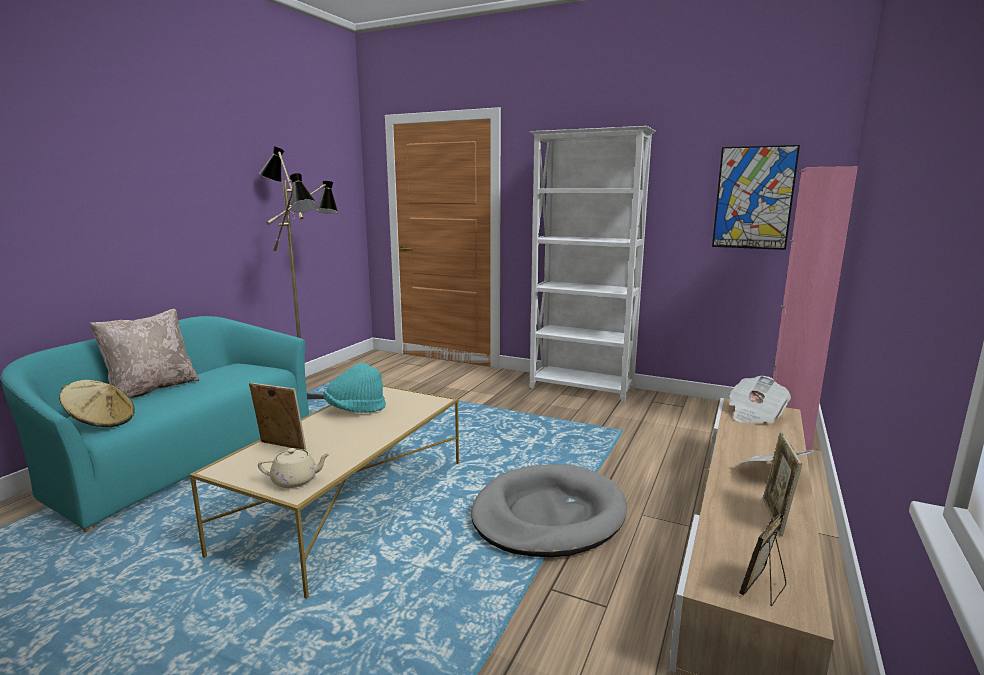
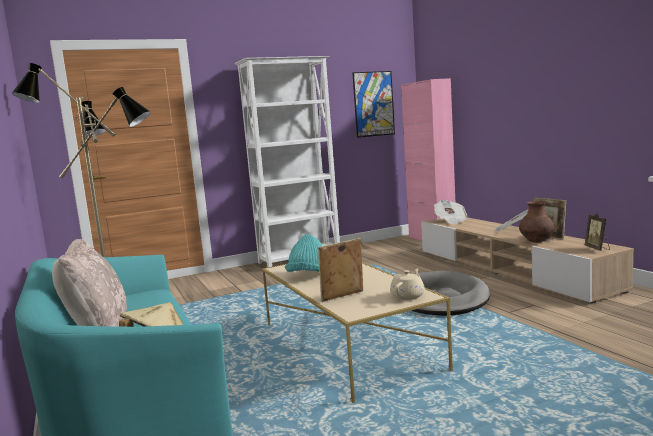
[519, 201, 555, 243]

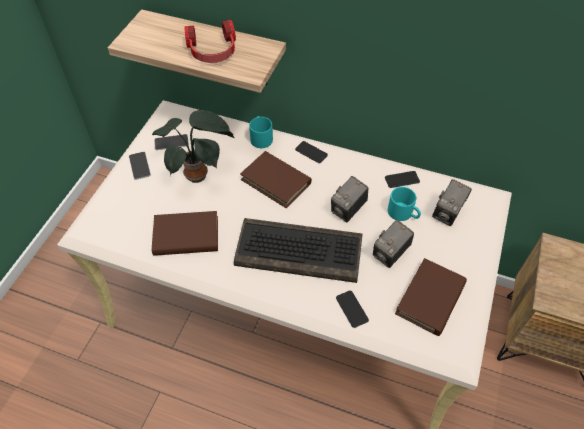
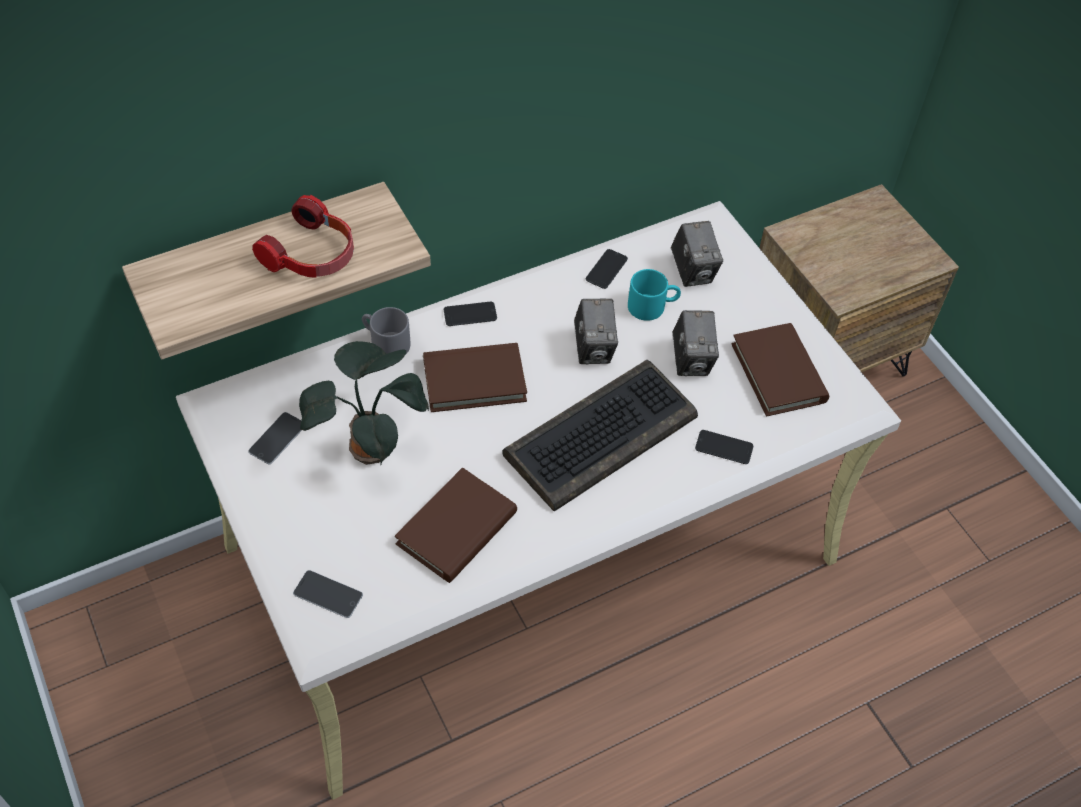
[293, 570, 363, 618]
[362, 307, 411, 354]

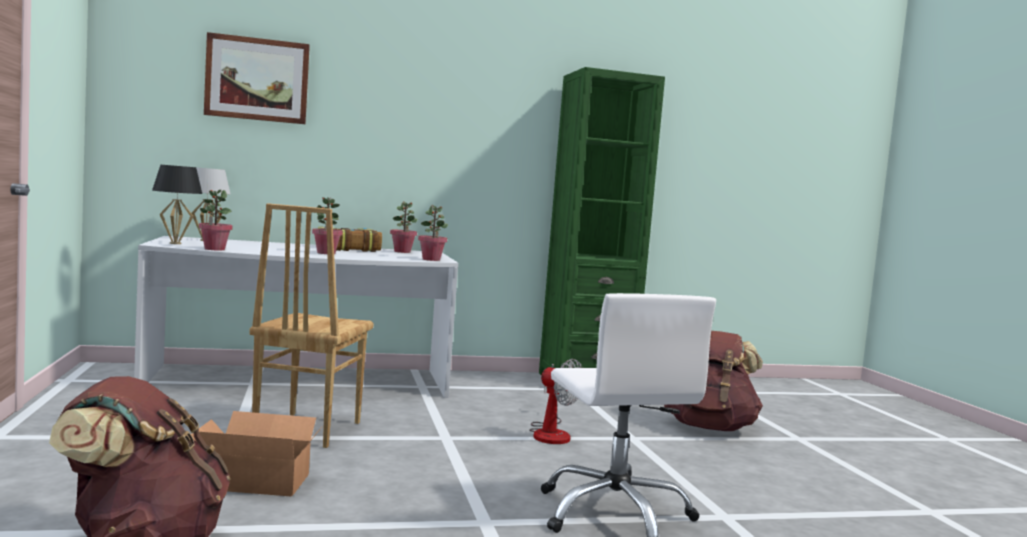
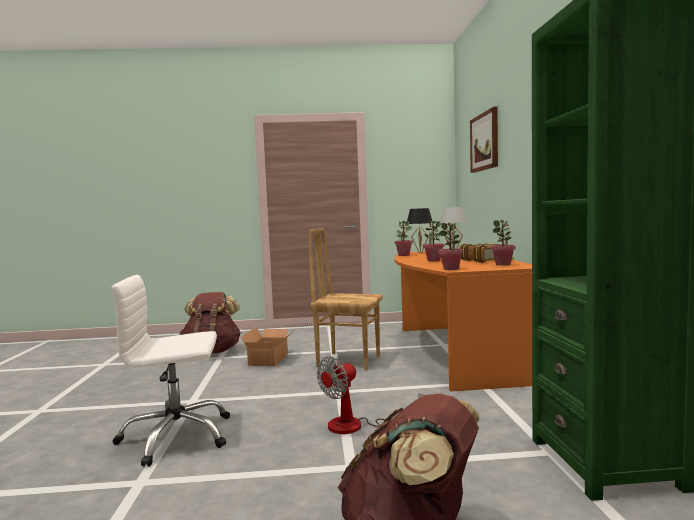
[394, 251, 532, 392]

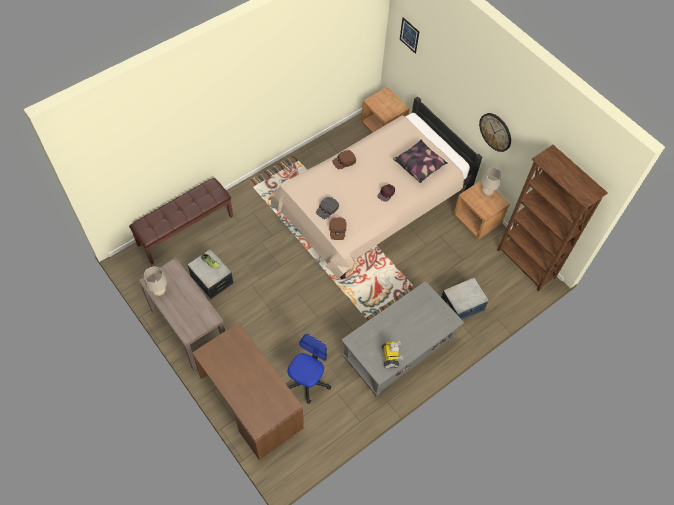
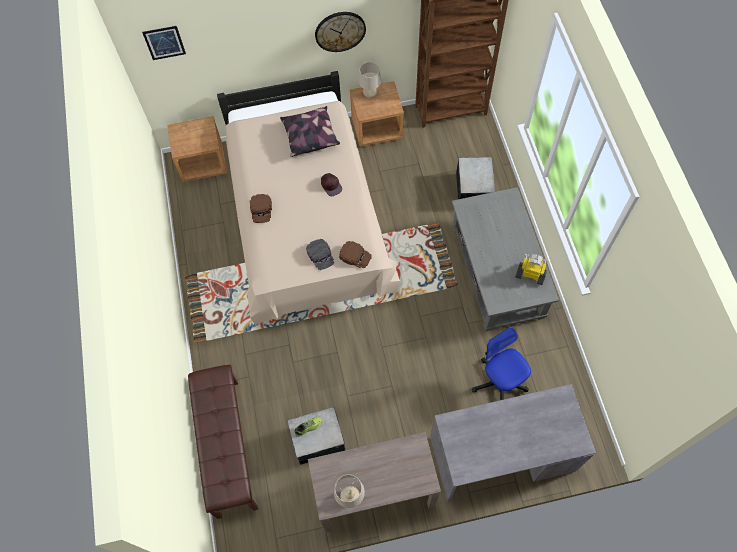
[430, 384, 596, 502]

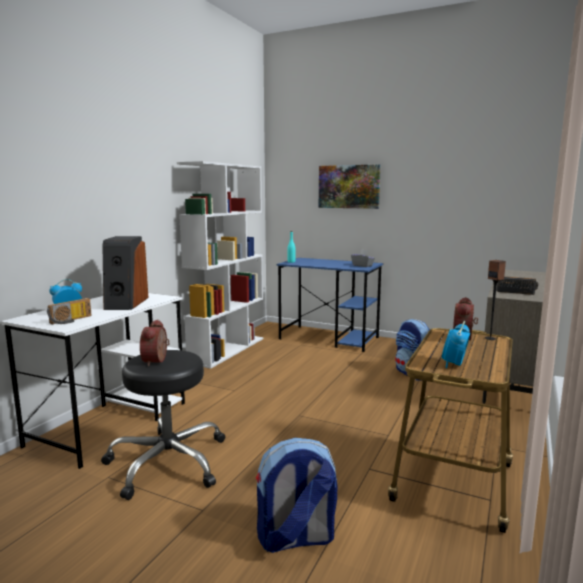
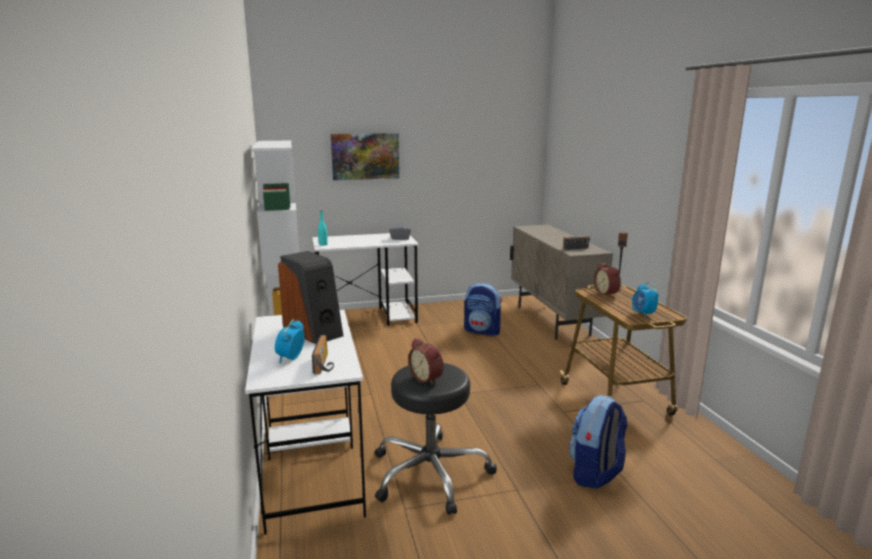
[312, 233, 419, 326]

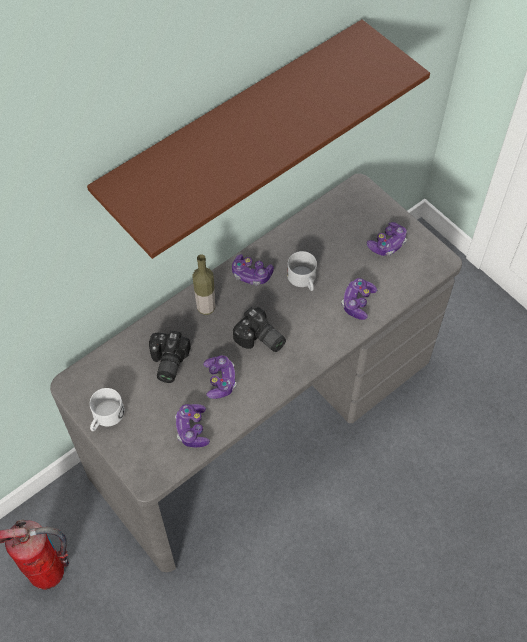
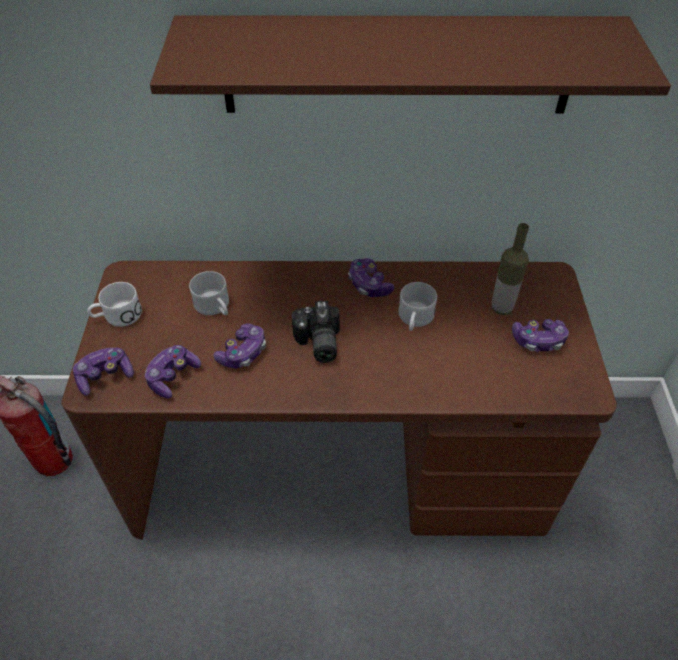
[61, 261, 617, 540]
[73, 348, 134, 395]
[189, 271, 229, 315]
[491, 223, 529, 315]

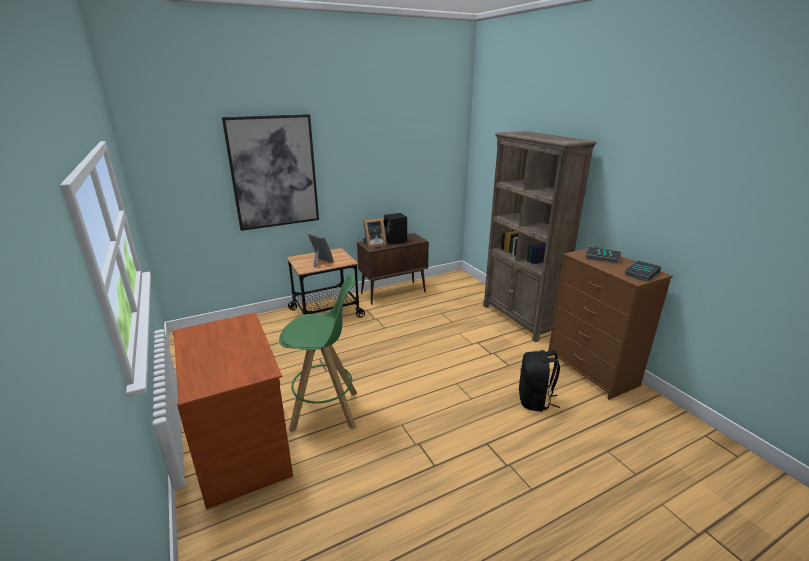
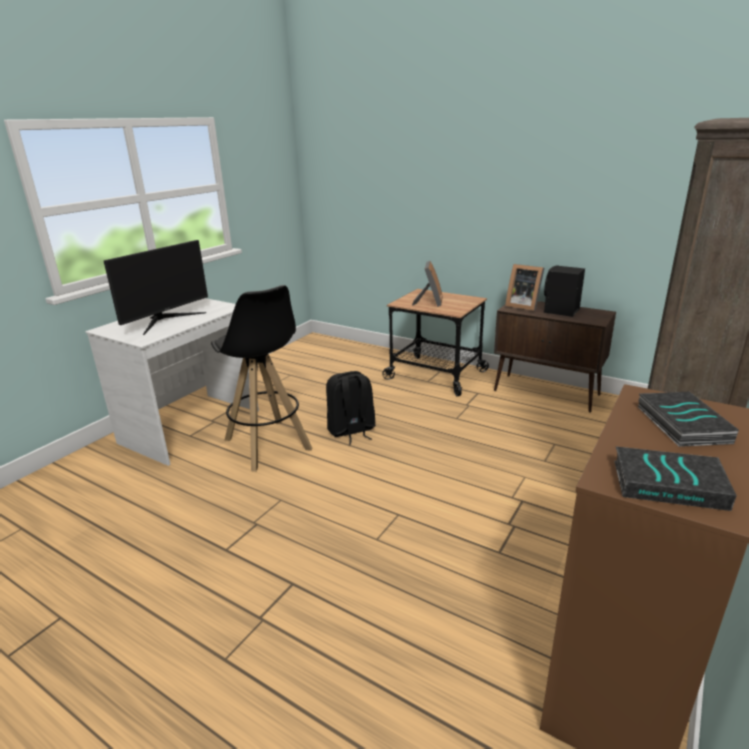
[85, 298, 259, 466]
[103, 240, 208, 335]
[211, 285, 312, 472]
[326, 371, 376, 445]
[222, 114, 319, 231] (first image)

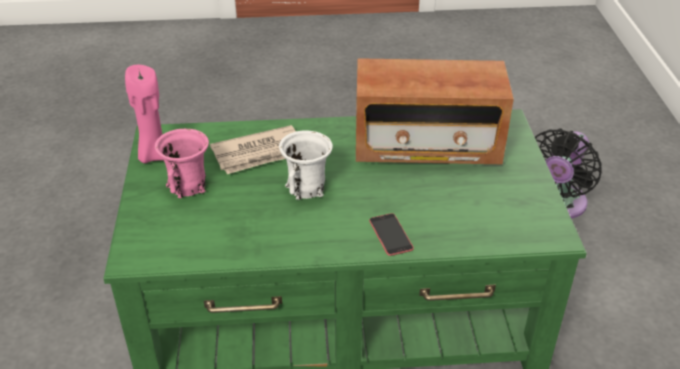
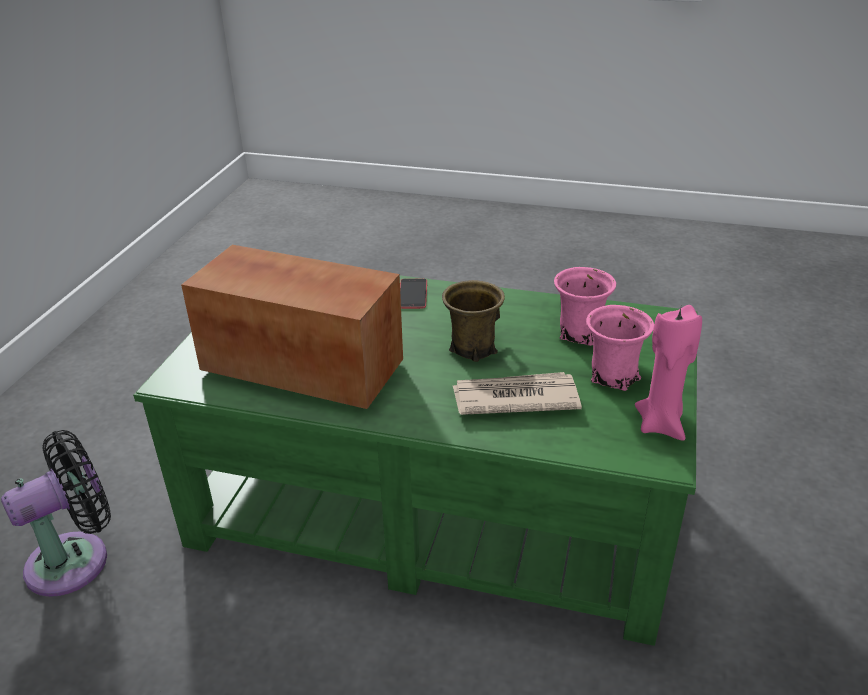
[442, 280, 505, 362]
[554, 267, 616, 346]

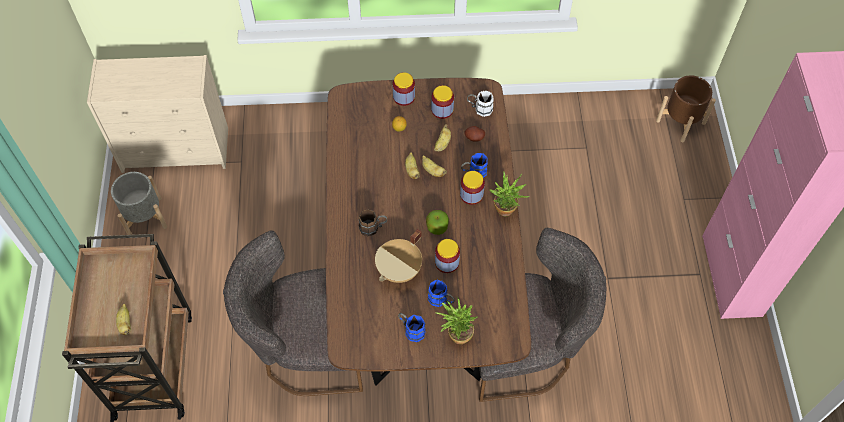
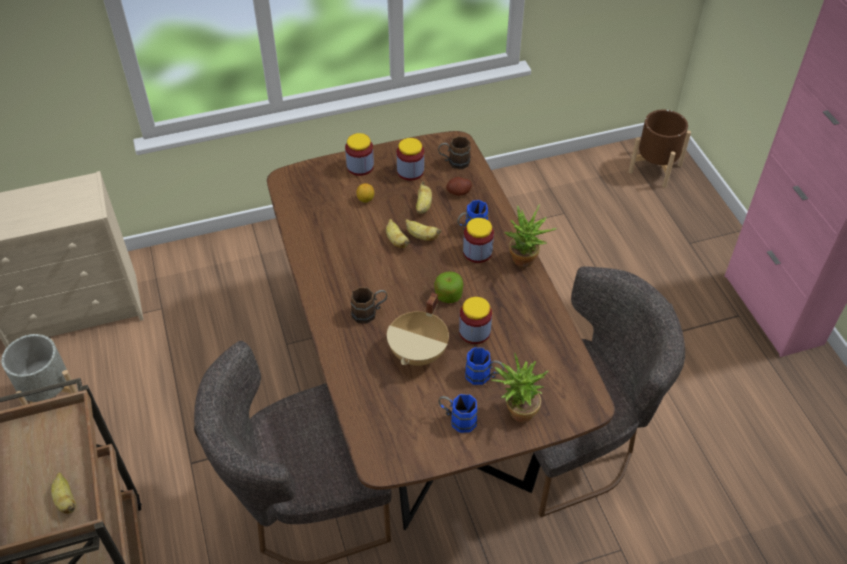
[438, 136, 471, 169]

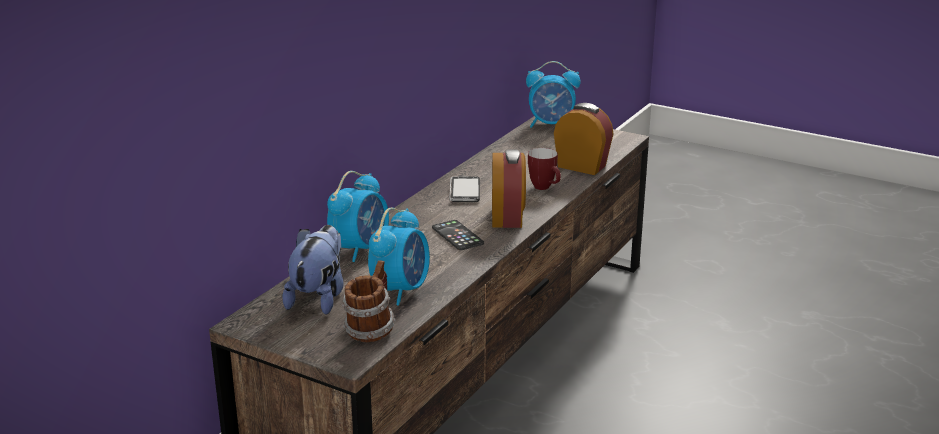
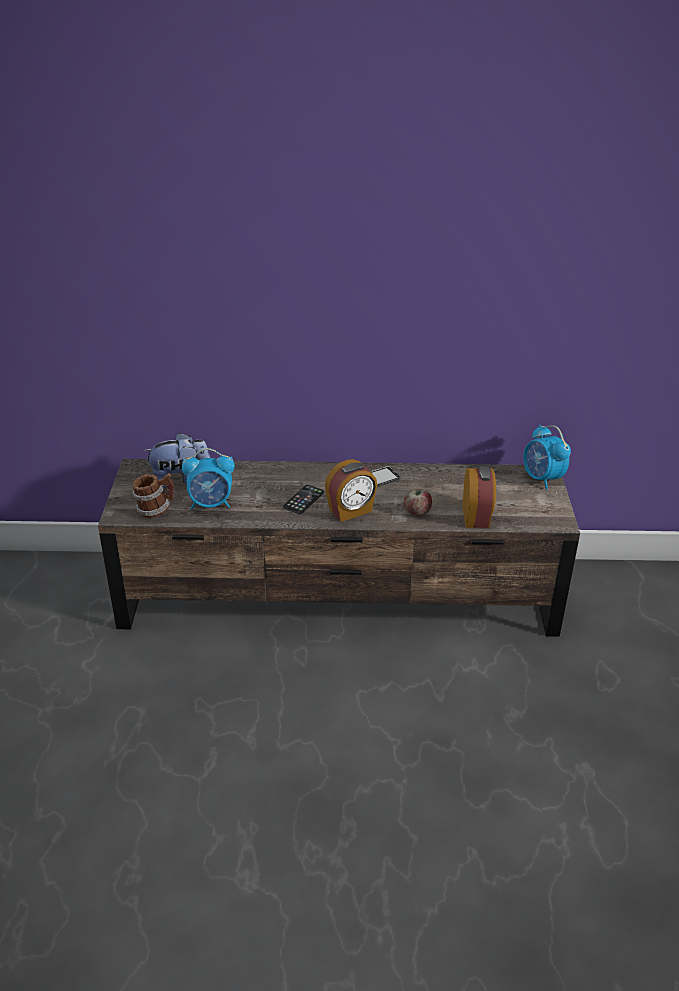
[404, 489, 432, 516]
[327, 171, 389, 262] (first image)

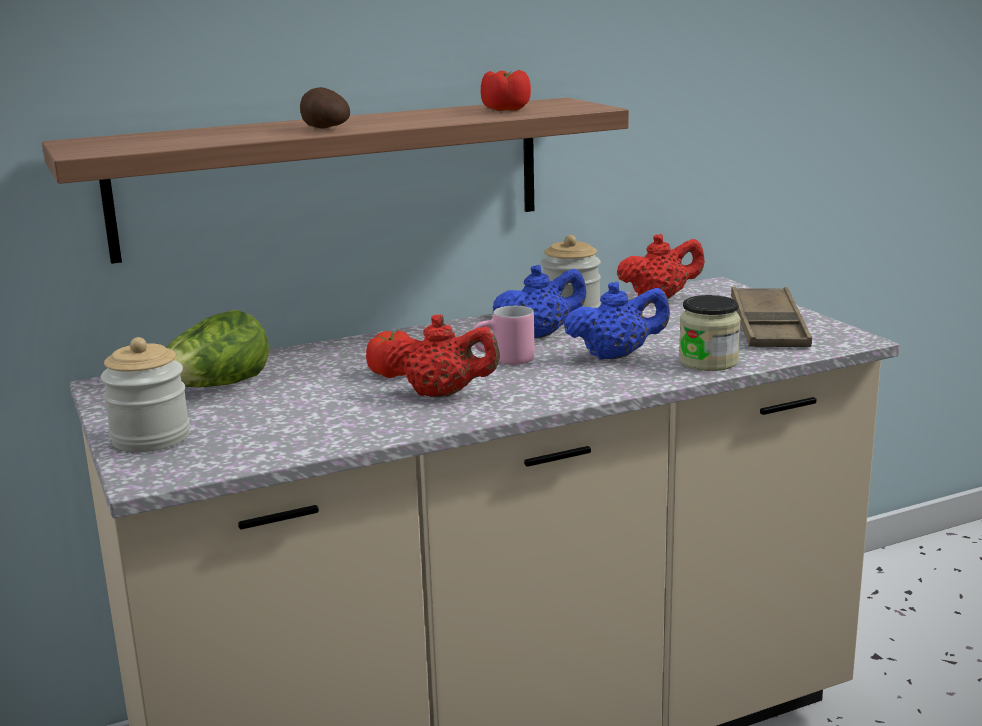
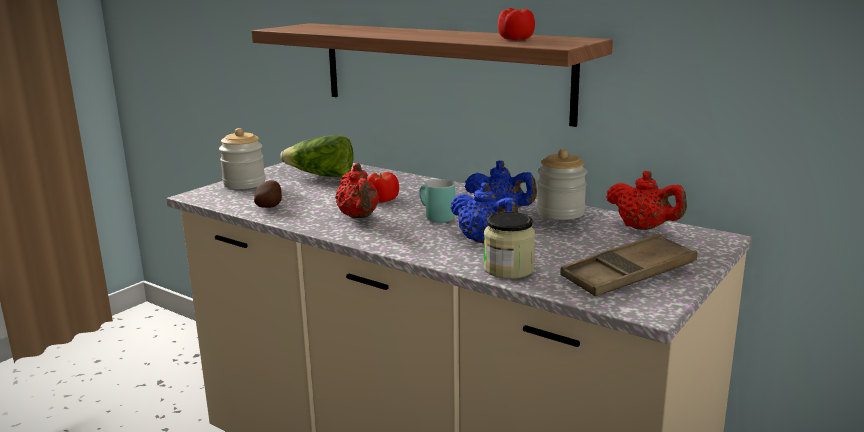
[254, 180, 282, 208]
[420, 179, 455, 223]

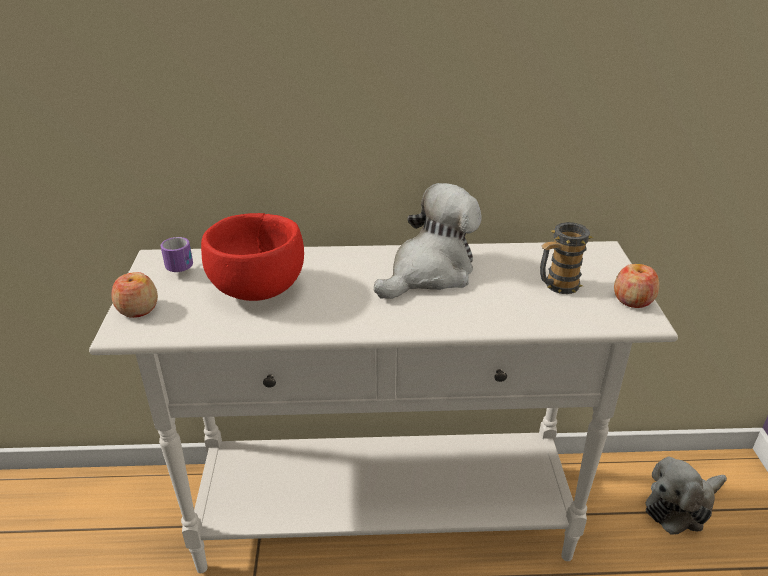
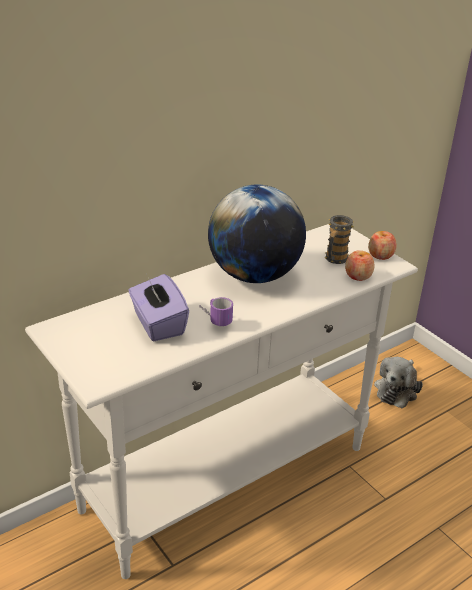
[128, 274, 189, 341]
[200, 297, 233, 326]
[208, 184, 306, 283]
[345, 250, 374, 281]

